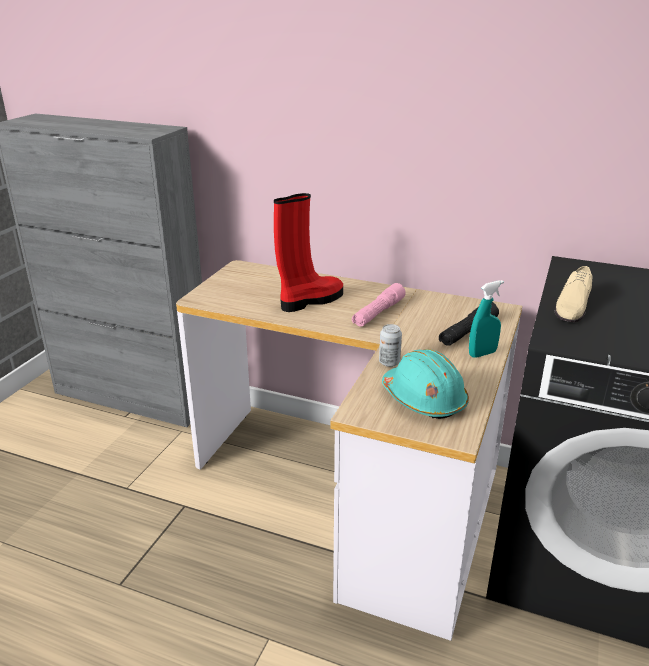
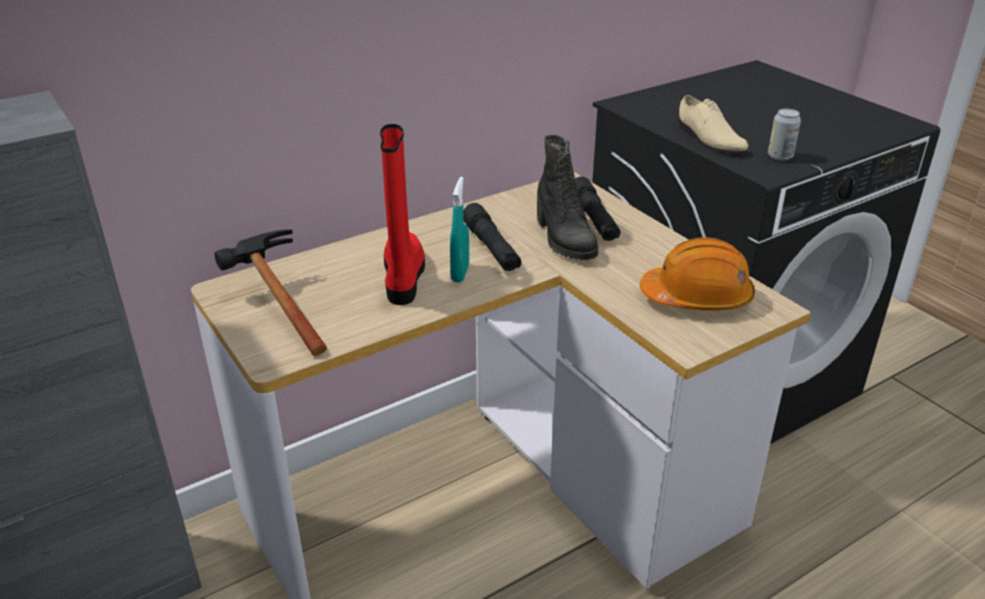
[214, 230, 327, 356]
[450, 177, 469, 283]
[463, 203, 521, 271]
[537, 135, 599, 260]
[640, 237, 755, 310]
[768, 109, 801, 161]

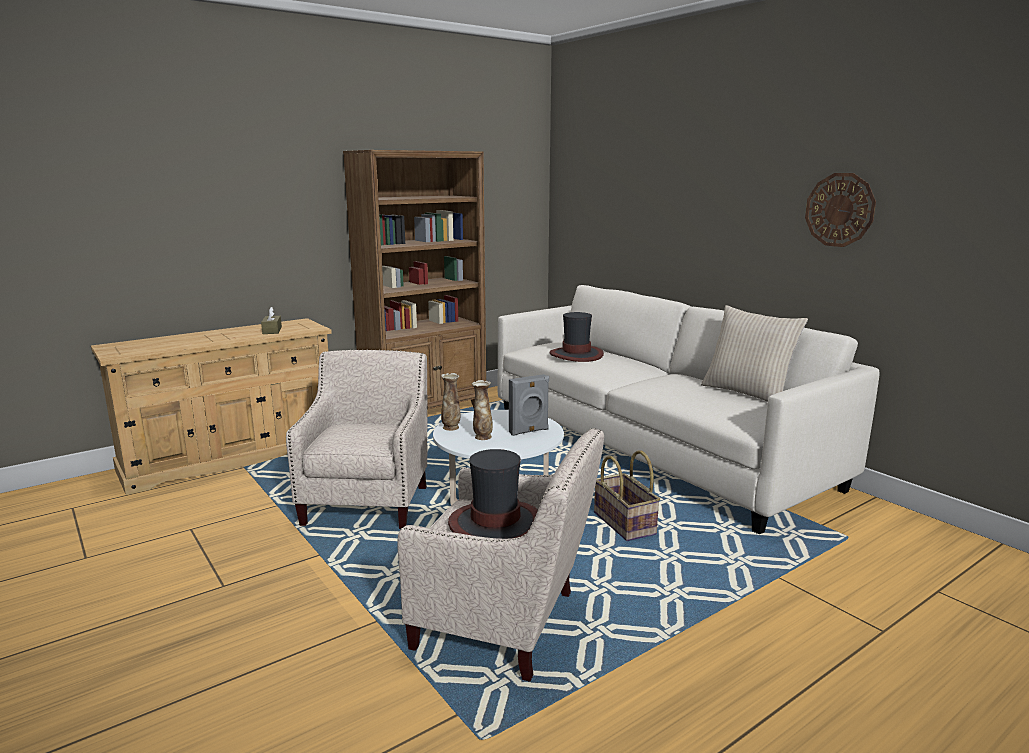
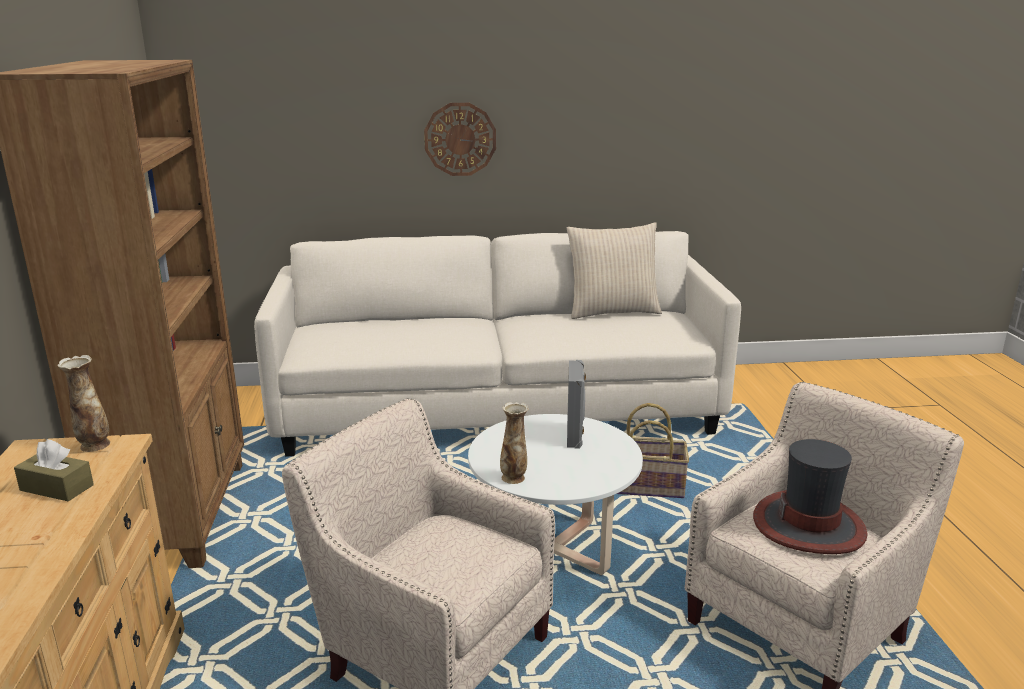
[57, 355, 110, 452]
[424, 103, 496, 176]
[550, 312, 604, 362] (first image)

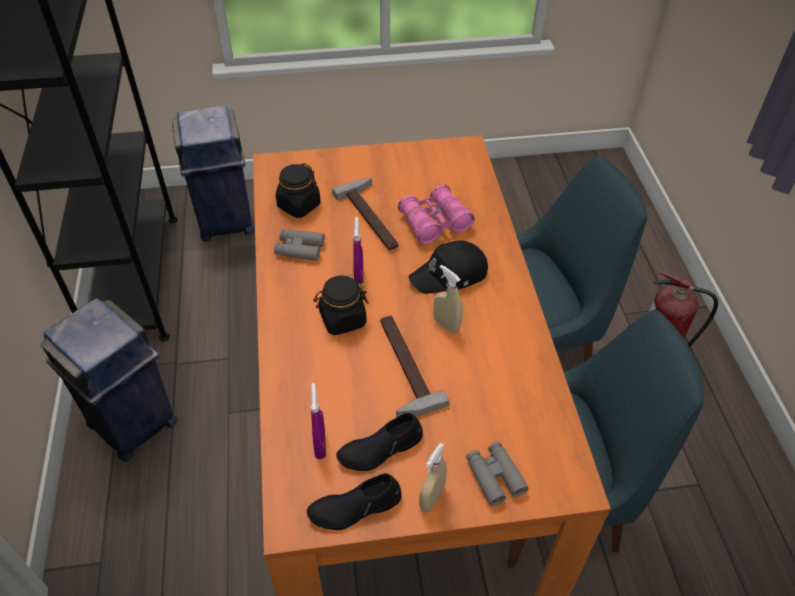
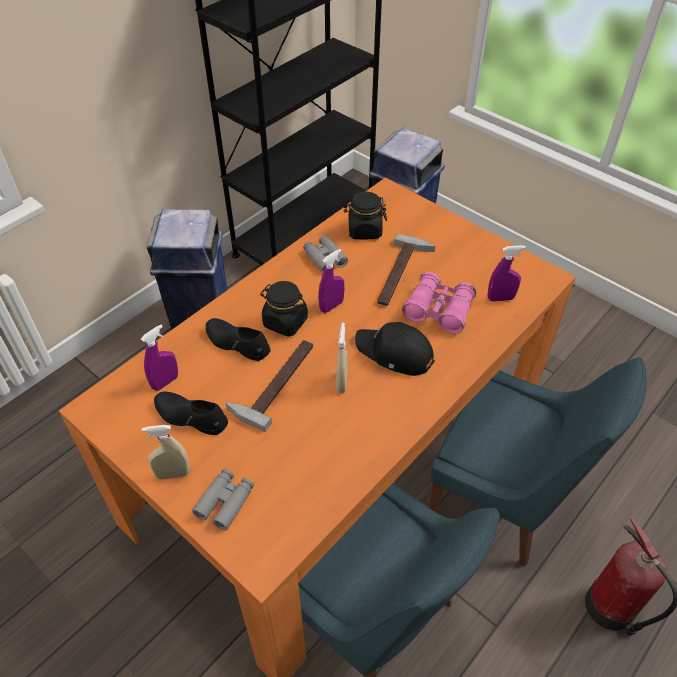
[206, 318, 271, 361]
[488, 245, 526, 301]

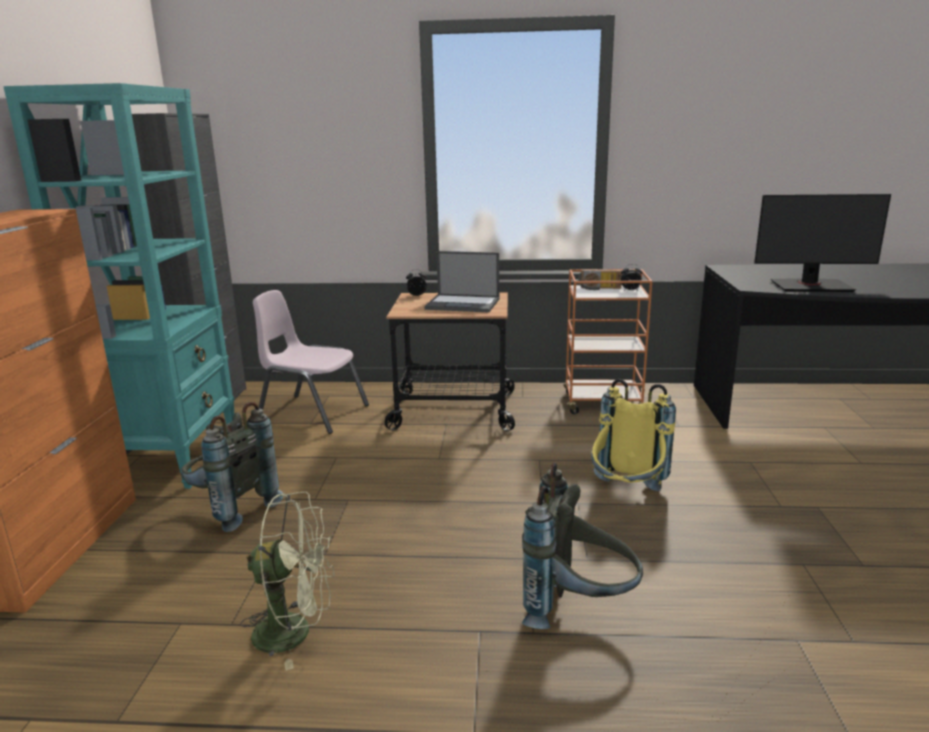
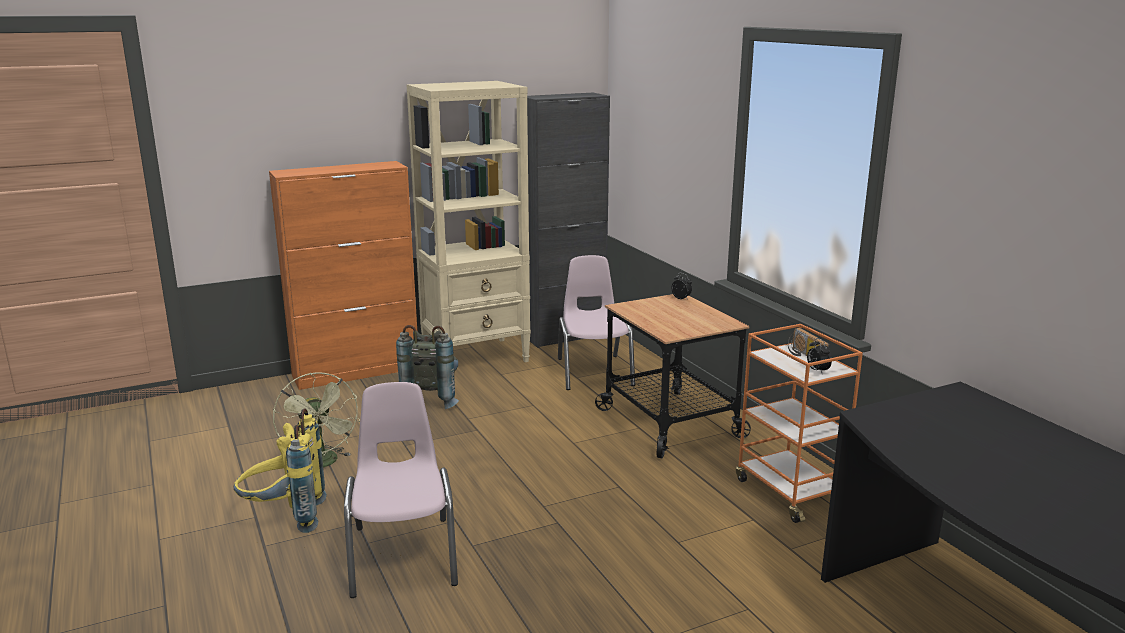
[233, 409, 327, 533]
[344, 382, 458, 598]
[406, 81, 531, 362]
[424, 251, 499, 312] (first image)
[754, 194, 891, 292] (first image)

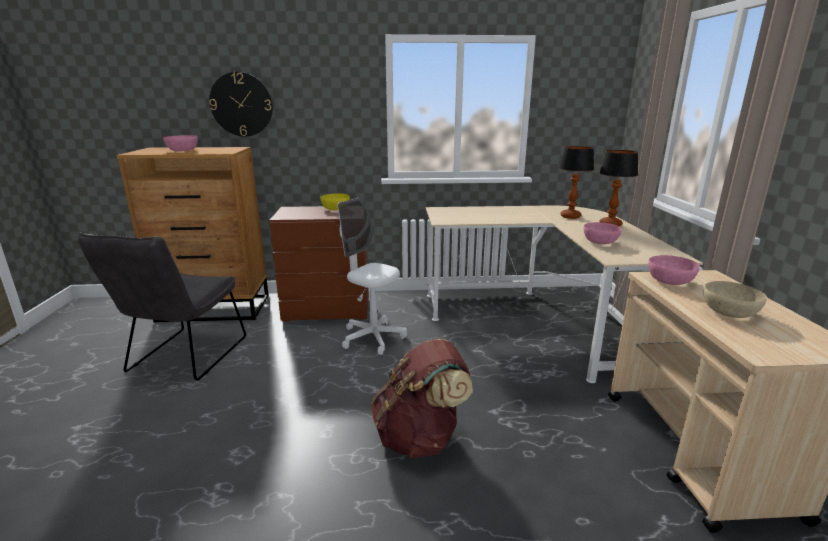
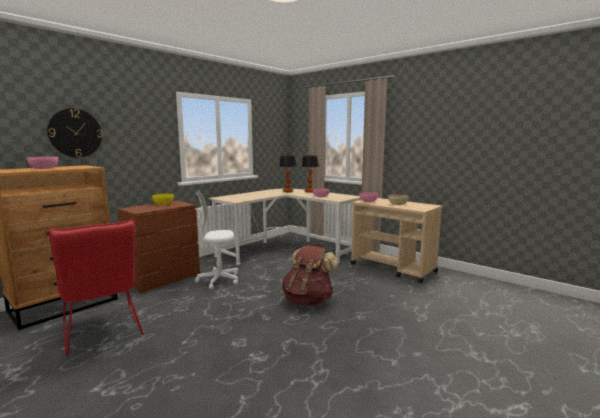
[48, 219, 144, 356]

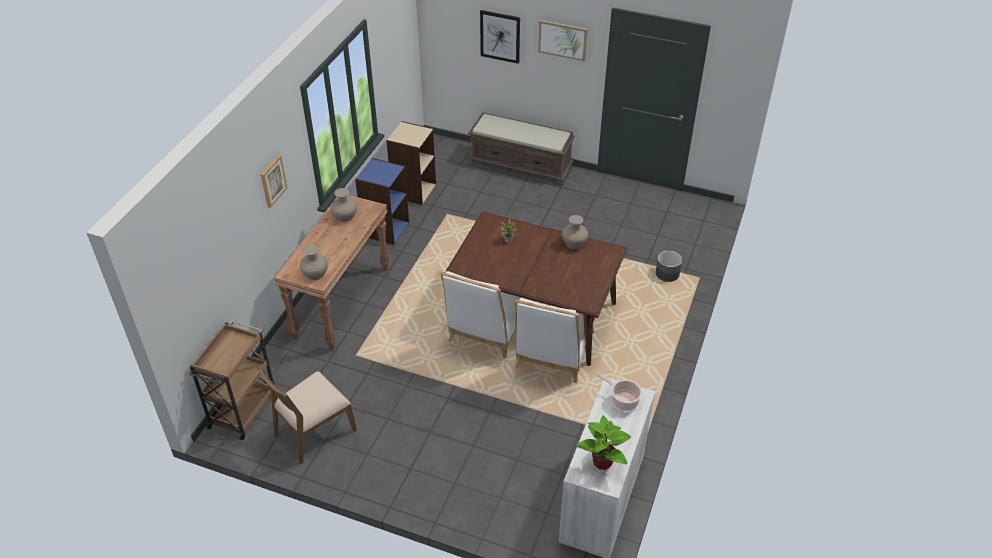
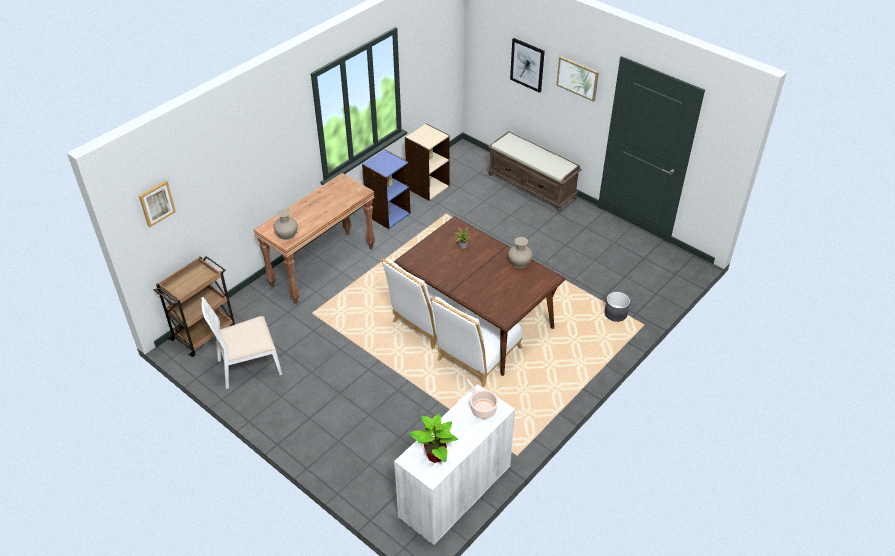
[139, 181, 176, 227]
[201, 297, 283, 389]
[331, 188, 357, 222] (first image)

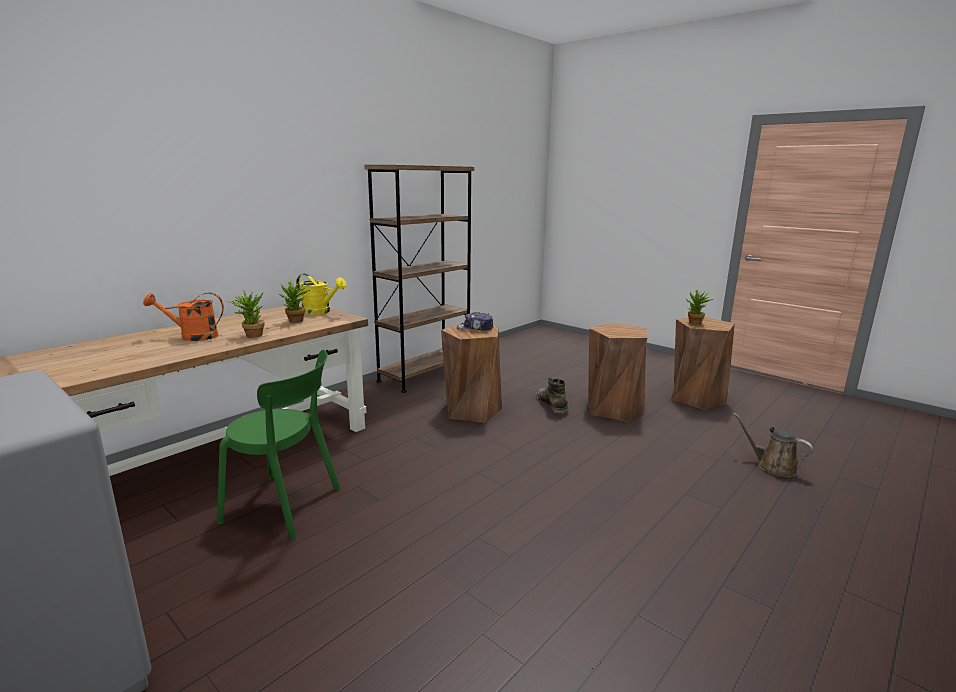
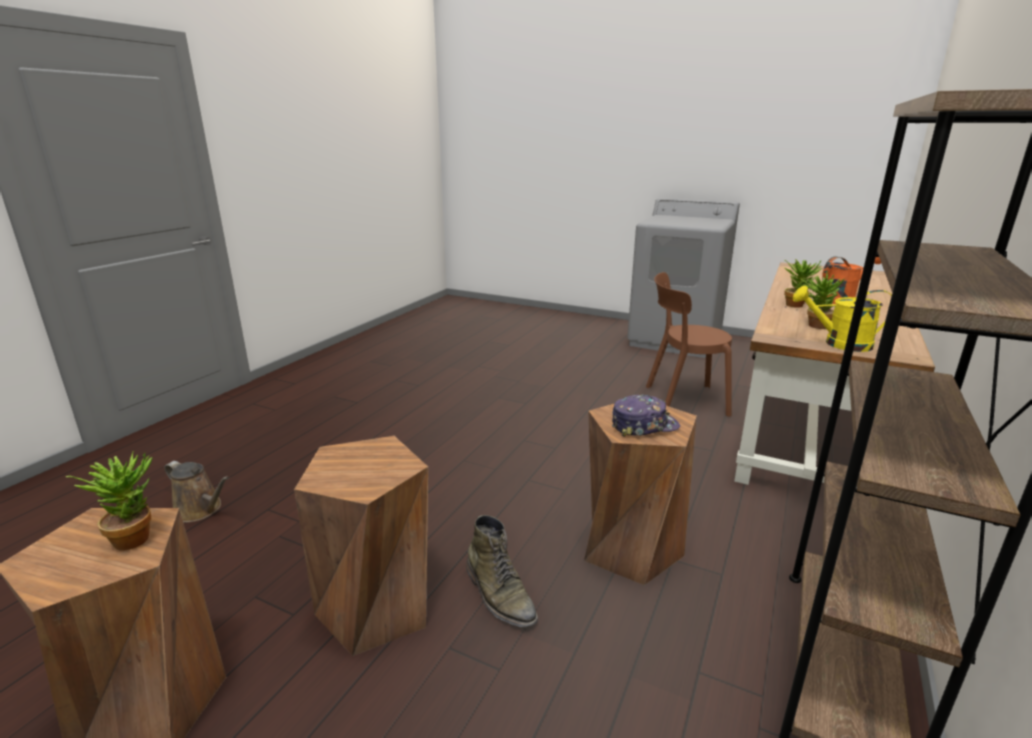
[646, 272, 732, 417]

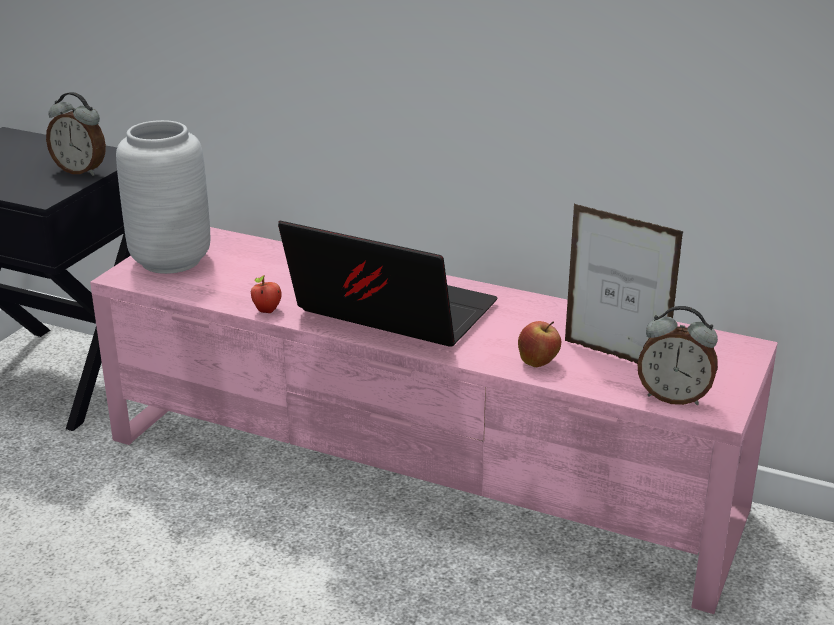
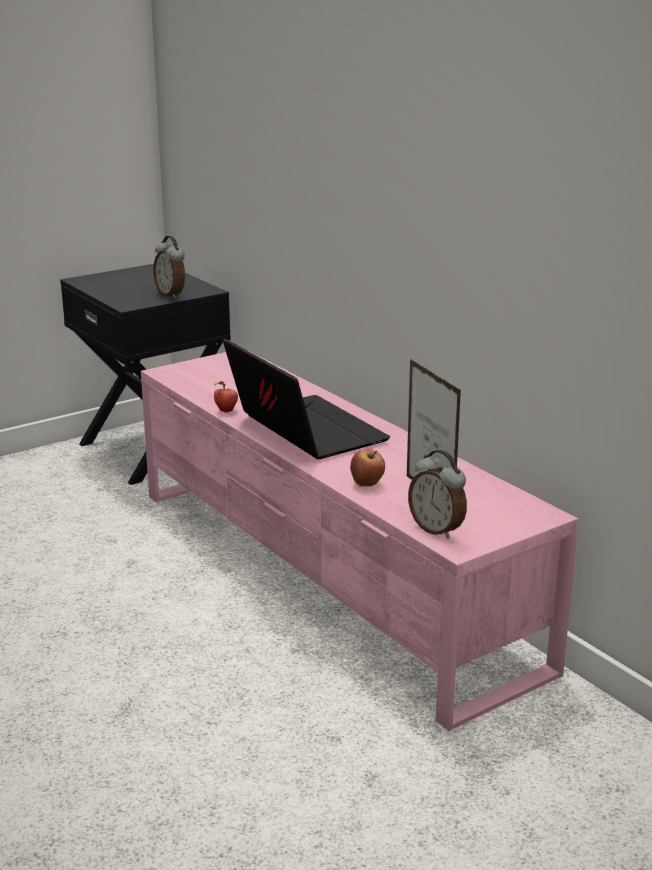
[116, 120, 210, 274] (first image)

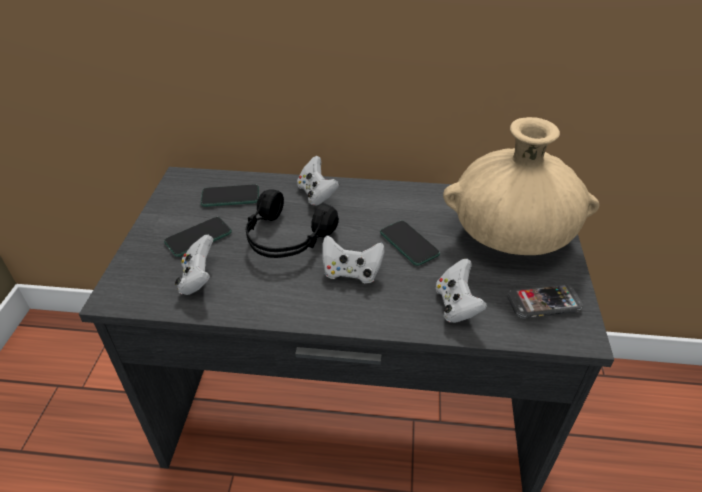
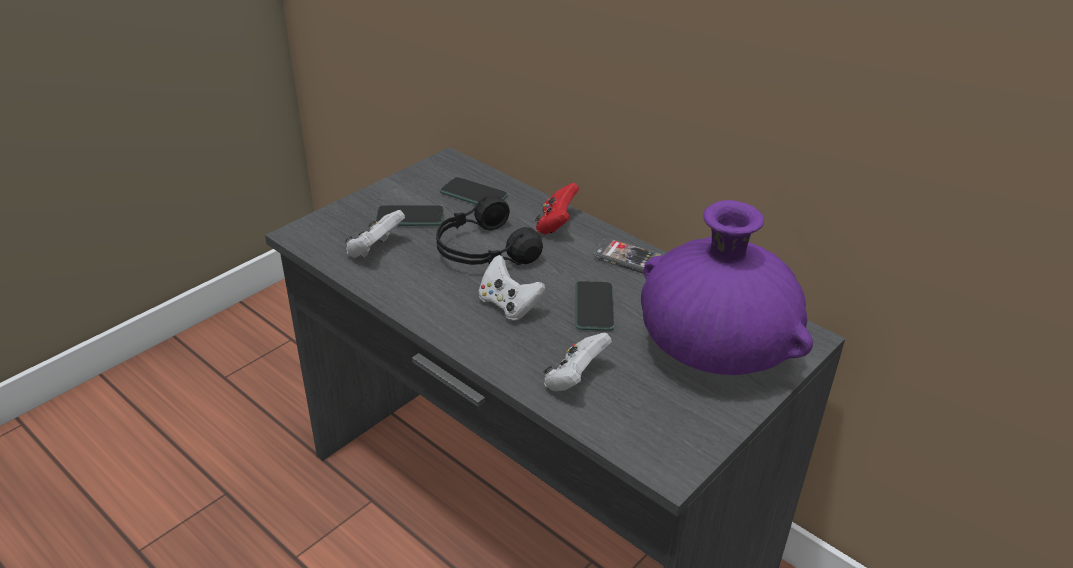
[535, 183, 579, 235]
[594, 238, 665, 274]
[641, 200, 813, 375]

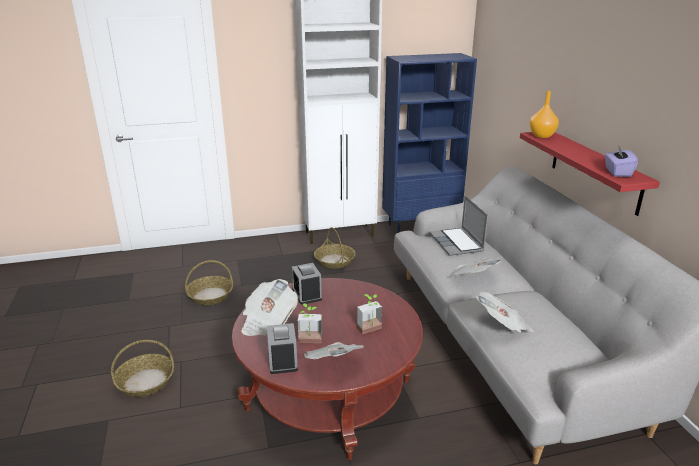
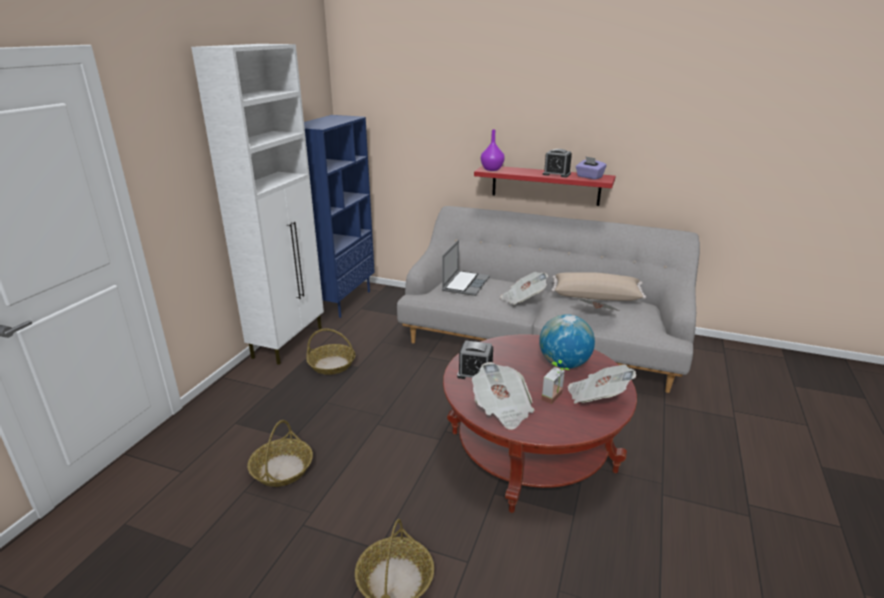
[442, 240, 490, 296]
[481, 130, 505, 171]
[539, 314, 595, 369]
[543, 149, 572, 178]
[551, 272, 646, 301]

